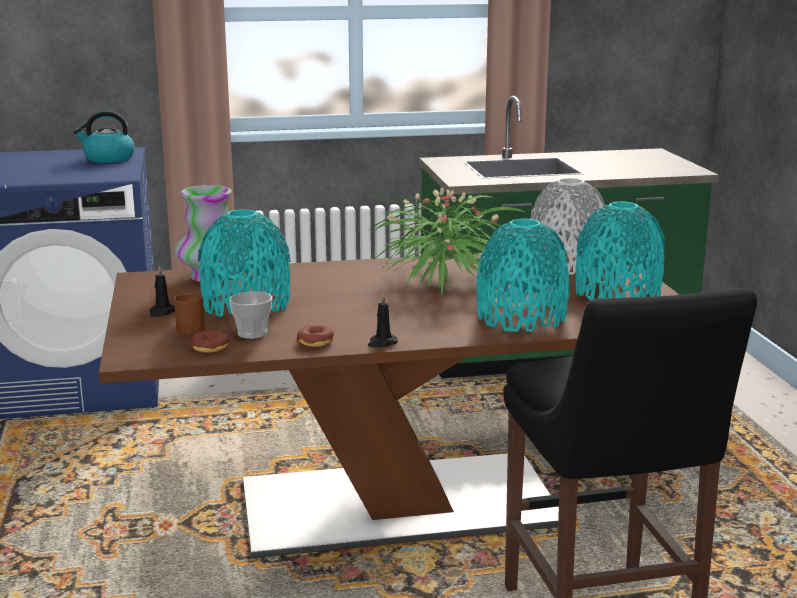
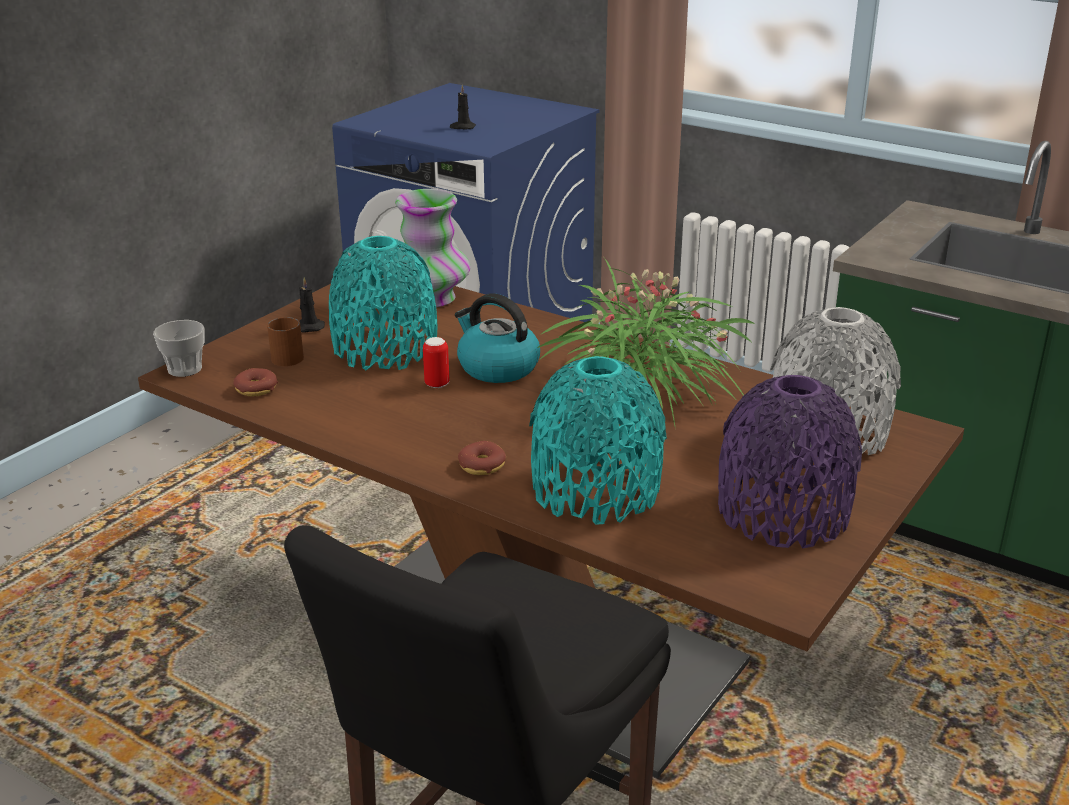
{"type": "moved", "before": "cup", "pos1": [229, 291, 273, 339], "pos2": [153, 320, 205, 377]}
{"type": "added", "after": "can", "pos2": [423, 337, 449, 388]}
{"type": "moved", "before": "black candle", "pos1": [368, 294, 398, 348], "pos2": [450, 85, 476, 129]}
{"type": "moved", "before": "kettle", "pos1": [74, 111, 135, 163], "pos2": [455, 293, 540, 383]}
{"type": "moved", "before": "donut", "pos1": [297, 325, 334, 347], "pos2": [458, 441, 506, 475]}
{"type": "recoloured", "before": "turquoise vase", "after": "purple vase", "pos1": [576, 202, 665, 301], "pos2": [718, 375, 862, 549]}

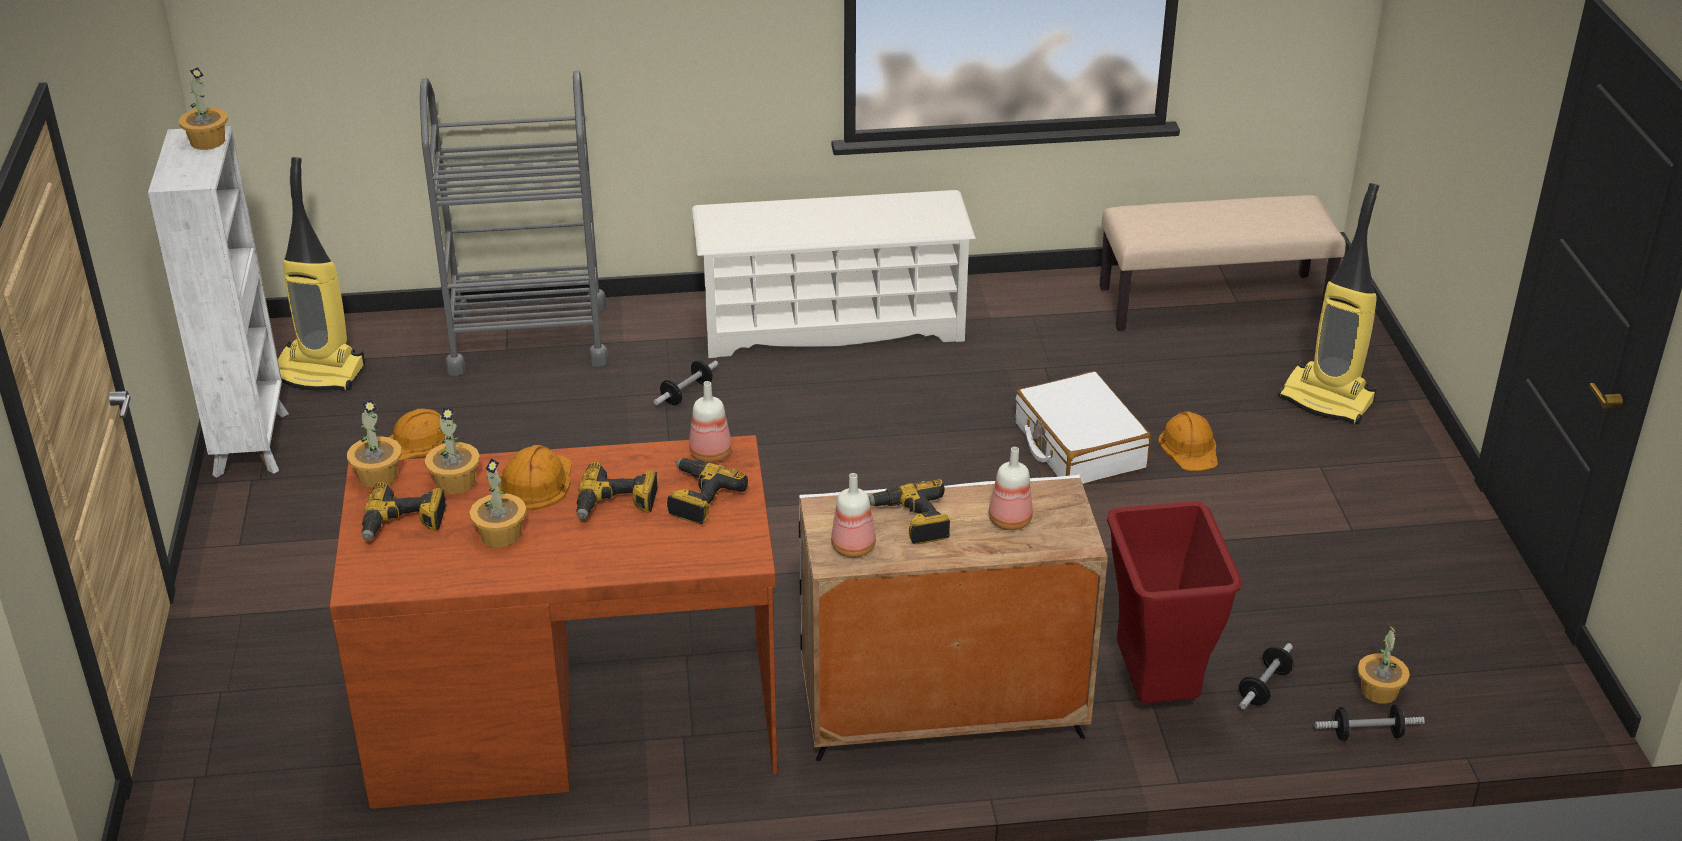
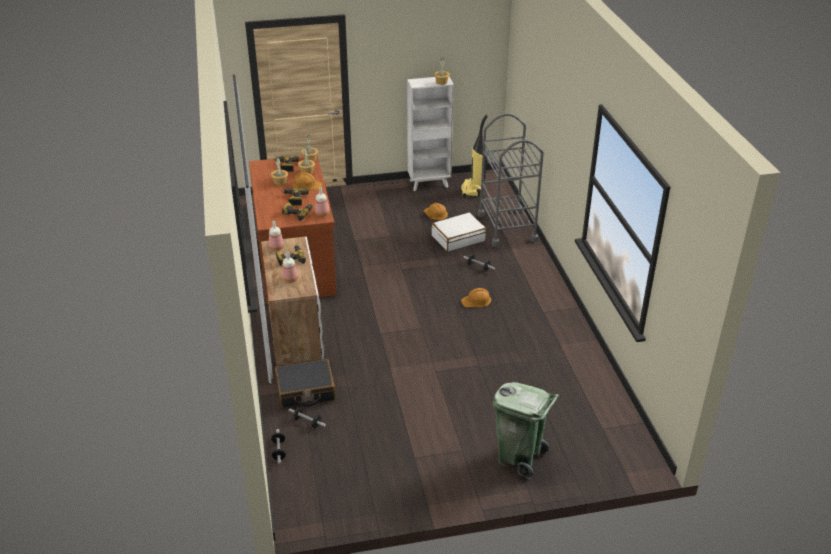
{"type": "replaced", "before": "red trash can", "after": "black suitcase", "pos1": [1107, 501, 1242, 703], "pos2": [275, 359, 336, 408]}
{"type": "moved", "before": "white suitcase", "pos1": [1015, 371, 1151, 485], "pos2": [432, 212, 486, 252]}
{"type": "moved", "before": "orange hard hat", "pos1": [1158, 411, 1218, 471], "pos2": [461, 288, 491, 308]}
{"type": "replaced", "before": "vacuum cleaner", "after": "green trash can", "pos1": [1278, 183, 1379, 424], "pos2": [493, 382, 559, 479]}
{"type": "removed", "before": "white shoe rack", "pos1": [692, 190, 976, 358]}
{"type": "removed", "before": "beige bench", "pos1": [1100, 195, 1346, 331]}
{"type": "removed", "before": "potted plant", "pos1": [1357, 624, 1410, 704]}

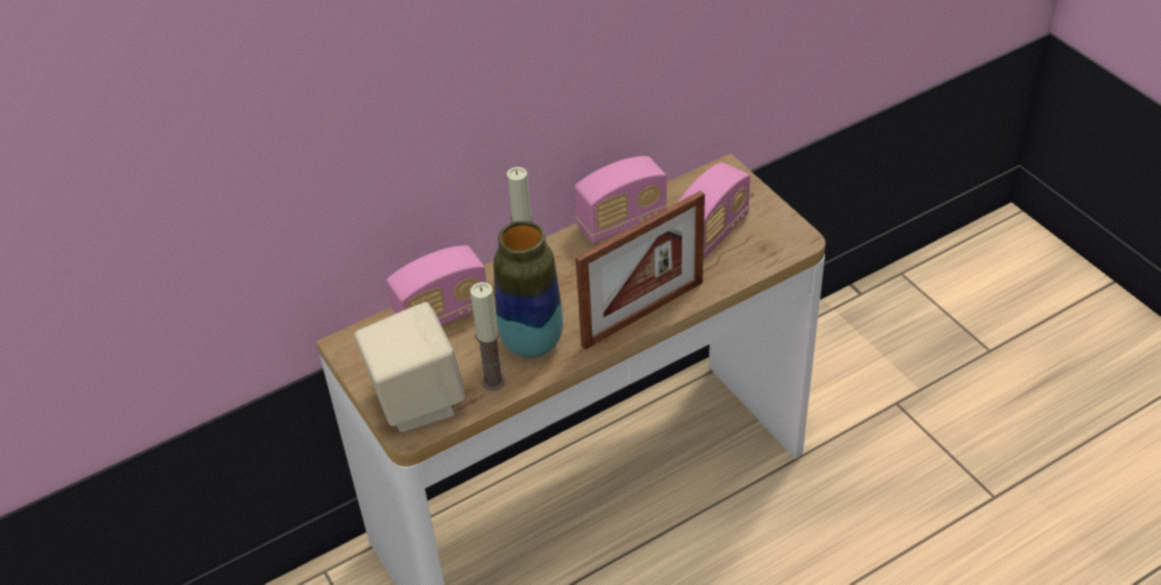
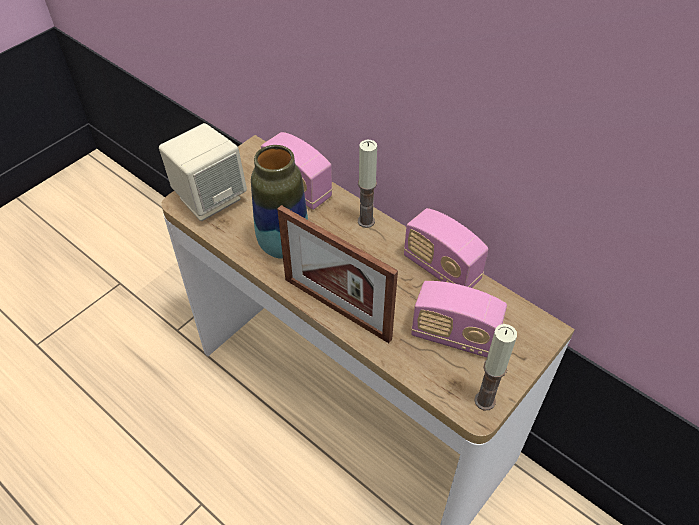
{"type": "moved", "before": "candle", "pos1": [470, 282, 505, 390], "pos2": [474, 324, 517, 410]}

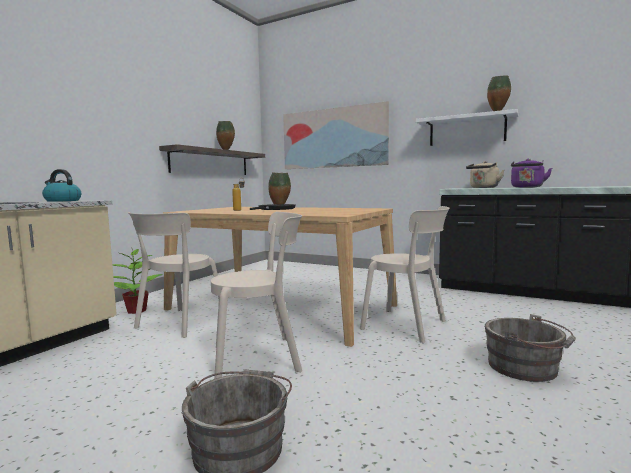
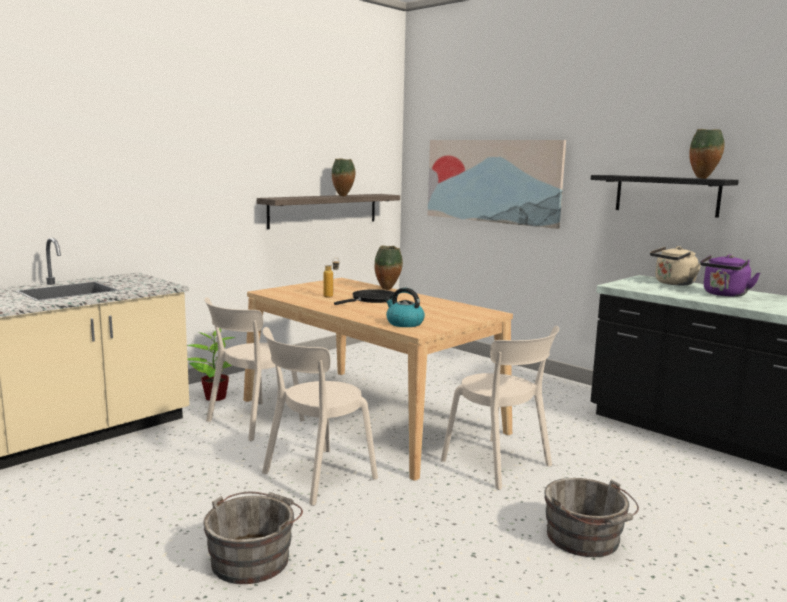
{"type": "turned", "before": "beige chair", "pos1": [211, 212, 302, 379], "pos2": [262, 327, 378, 506], "turn": 135}
{"type": "moved", "before": "kettle", "pos1": [42, 169, 81, 202], "pos2": [385, 288, 425, 327]}
{"type": "recoloured", "before": "white shelf", "after": "black shelf", "pos1": [416, 109, 518, 146], "pos2": [591, 175, 739, 218]}

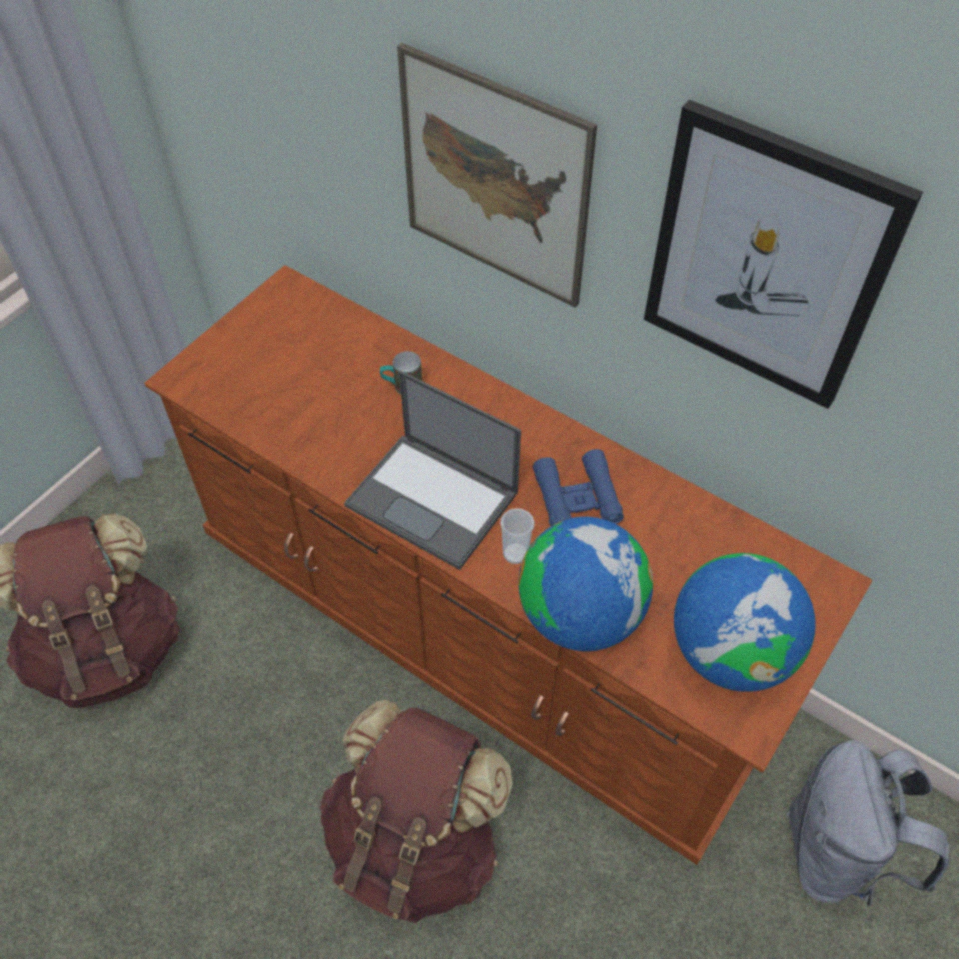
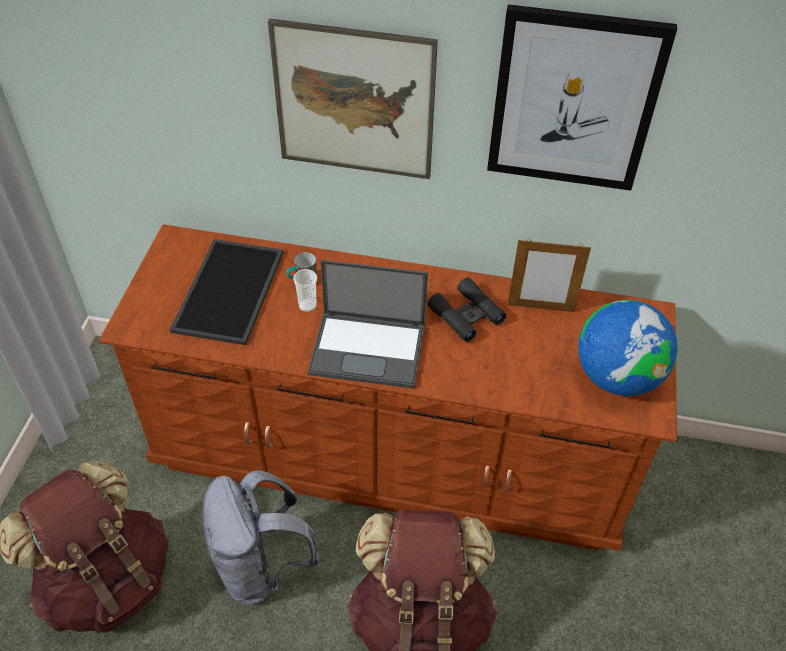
{"type": "added", "after": "tray", "pos2": [170, 239, 284, 345]}
{"type": "moved", "before": "grey backpack", "pos1": [786, 740, 949, 906], "pos2": [201, 470, 320, 605]}
{"type": "moved", "before": "cup", "pos1": [500, 508, 535, 564], "pos2": [293, 269, 317, 312]}
{"type": "recoloured", "before": "blue binoculars", "after": "black binoculars", "pos1": [533, 449, 624, 526], "pos2": [427, 278, 506, 342]}
{"type": "added", "after": "picture frame", "pos2": [508, 238, 591, 312]}
{"type": "removed", "before": "globe", "pos1": [518, 517, 653, 651]}

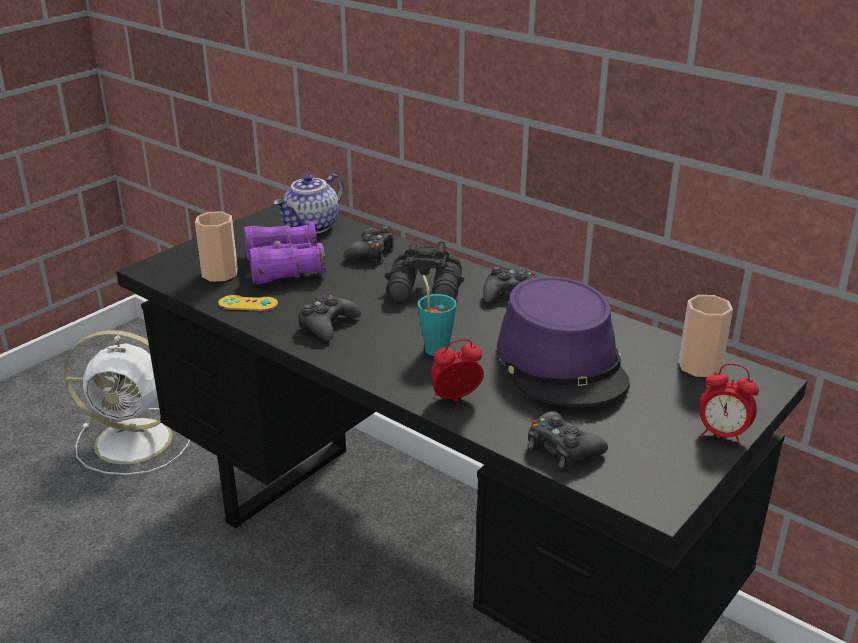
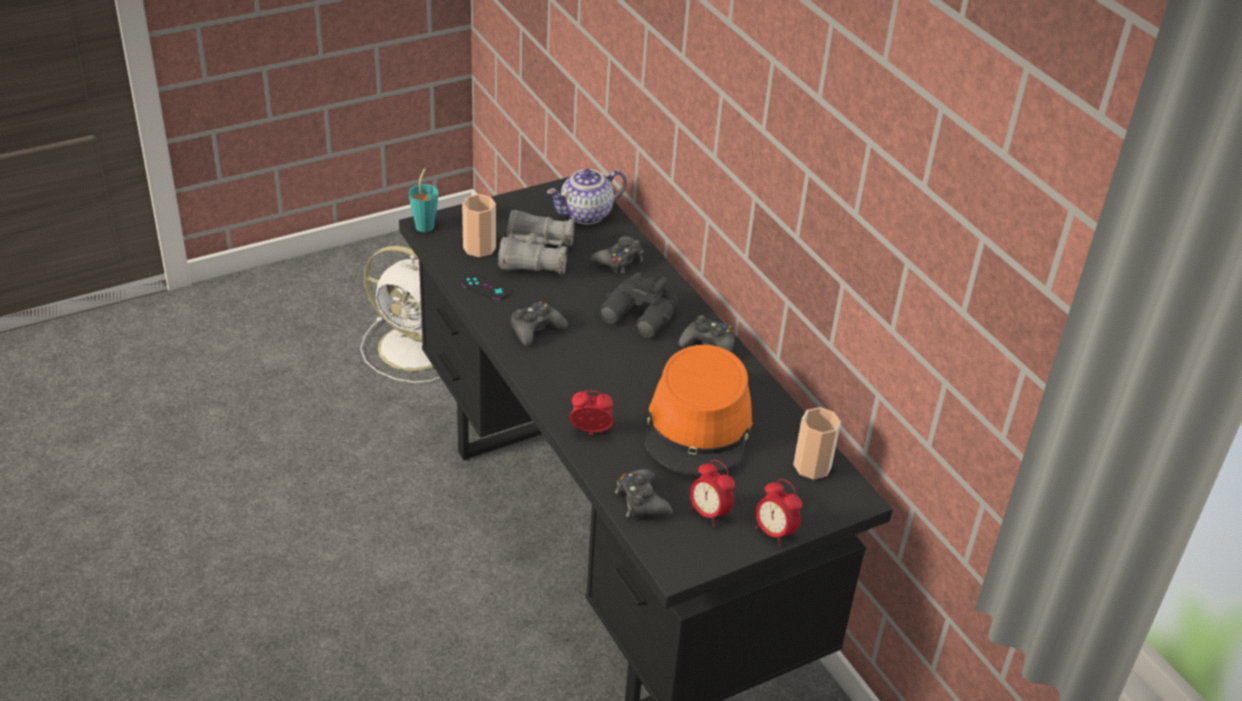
{"type": "moved", "before": "turquoise cup", "pos1": [418, 275, 457, 356], "pos2": [408, 168, 438, 232]}
{"type": "recoloured", "before": "yellow game controller", "after": "black game controller", "pos1": [218, 295, 278, 311], "pos2": [462, 274, 510, 300]}
{"type": "recoloured", "before": "purple binoculars", "after": "grey binoculars", "pos1": [244, 221, 326, 285], "pos2": [498, 210, 575, 275]}
{"type": "recoloured", "before": "purple hat", "after": "orange hat", "pos1": [497, 276, 630, 407], "pos2": [645, 345, 752, 476]}
{"type": "added", "after": "alarm clock", "pos2": [690, 460, 735, 527]}

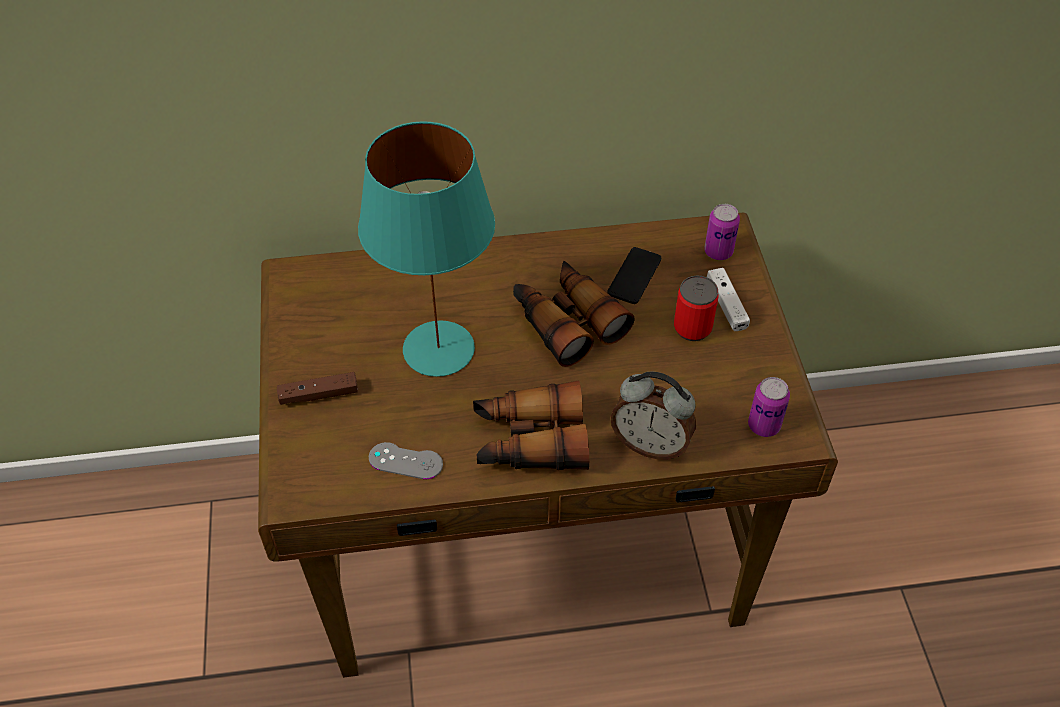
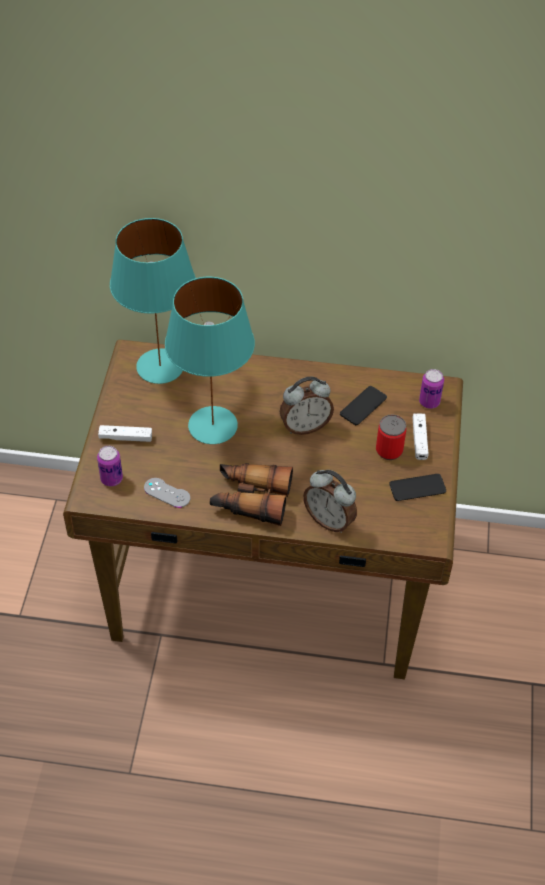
{"type": "moved", "before": "can", "pos1": [748, 377, 790, 437], "pos2": [97, 446, 123, 486]}
{"type": "recoloured", "before": "brown game controller", "after": "white game controller", "pos1": [277, 372, 358, 405], "pos2": [98, 425, 152, 442]}
{"type": "added", "after": "turquoise table lamp", "pos2": [110, 218, 196, 384]}
{"type": "replaced", "before": "binoculars", "after": "alarm clock", "pos1": [513, 261, 635, 367], "pos2": [280, 377, 334, 435]}
{"type": "added", "after": "phone", "pos2": [389, 474, 446, 501]}

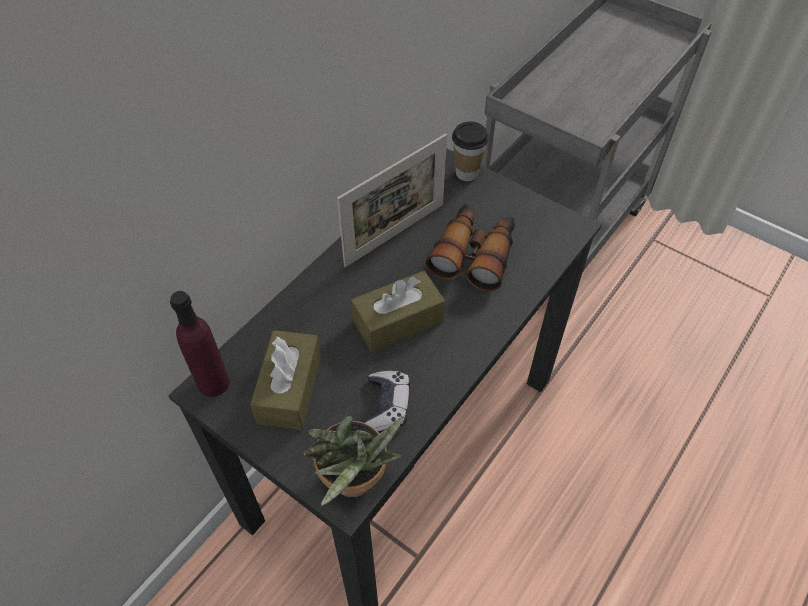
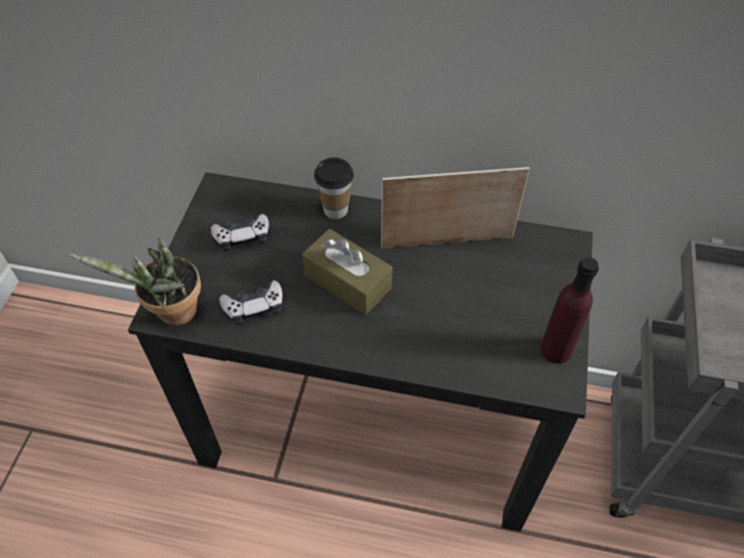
{"type": "replaced", "before": "brown tissue box", "after": "game controller", "pos1": [250, 330, 321, 430], "pos2": [211, 214, 269, 252]}
{"type": "moved", "before": "cup", "pos1": [452, 121, 489, 181], "pos2": [314, 157, 354, 219]}
{"type": "turned", "before": "picture frame", "pos1": [337, 134, 447, 267], "pos2": [381, 167, 530, 248], "turn": 150}
{"type": "moved", "before": "purple bottle", "pos1": [170, 291, 230, 397], "pos2": [540, 257, 599, 364]}
{"type": "removed", "before": "binoculars", "pos1": [426, 204, 515, 291]}

